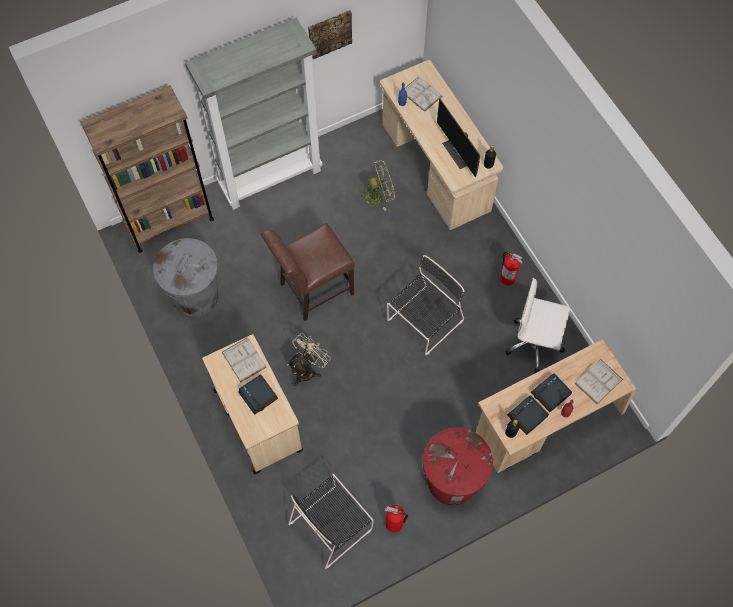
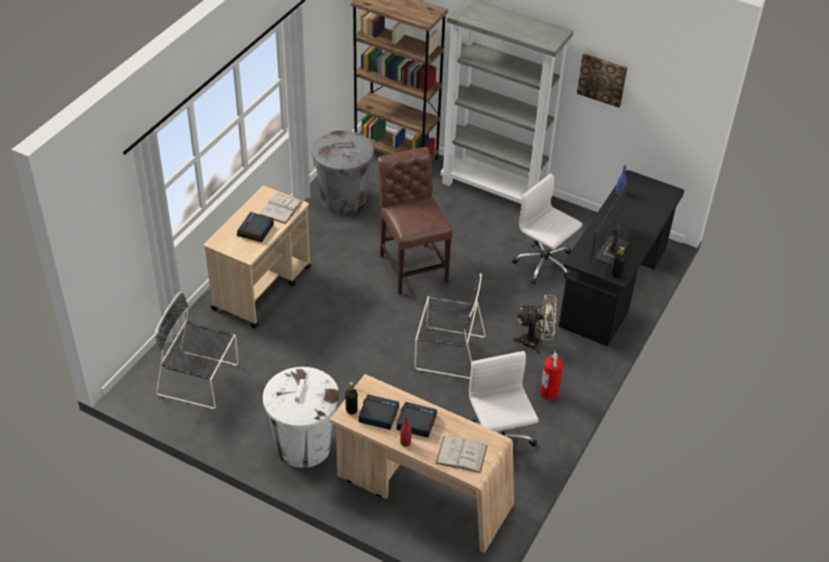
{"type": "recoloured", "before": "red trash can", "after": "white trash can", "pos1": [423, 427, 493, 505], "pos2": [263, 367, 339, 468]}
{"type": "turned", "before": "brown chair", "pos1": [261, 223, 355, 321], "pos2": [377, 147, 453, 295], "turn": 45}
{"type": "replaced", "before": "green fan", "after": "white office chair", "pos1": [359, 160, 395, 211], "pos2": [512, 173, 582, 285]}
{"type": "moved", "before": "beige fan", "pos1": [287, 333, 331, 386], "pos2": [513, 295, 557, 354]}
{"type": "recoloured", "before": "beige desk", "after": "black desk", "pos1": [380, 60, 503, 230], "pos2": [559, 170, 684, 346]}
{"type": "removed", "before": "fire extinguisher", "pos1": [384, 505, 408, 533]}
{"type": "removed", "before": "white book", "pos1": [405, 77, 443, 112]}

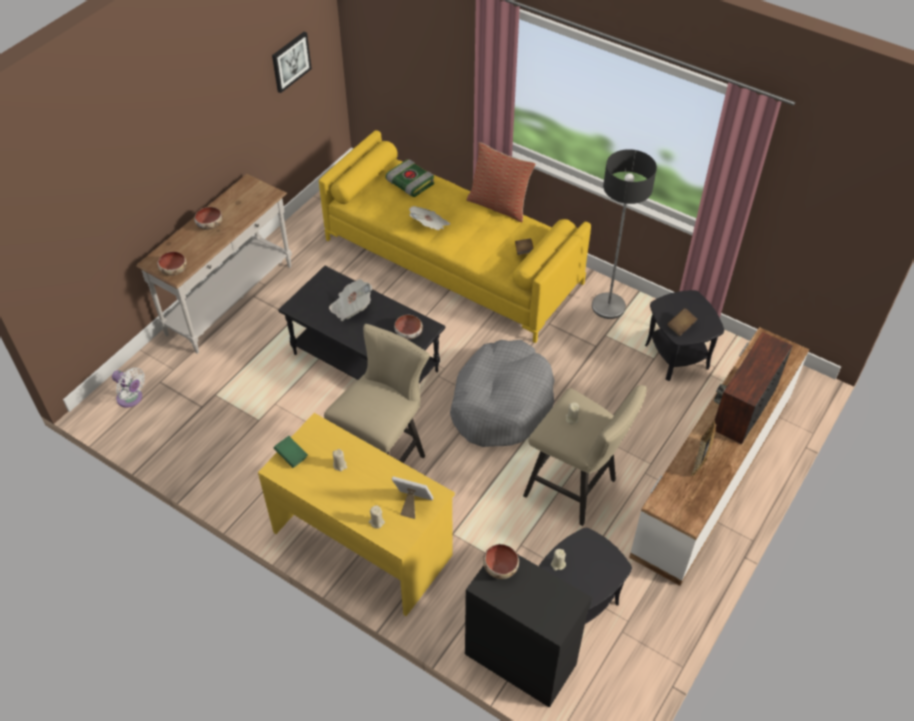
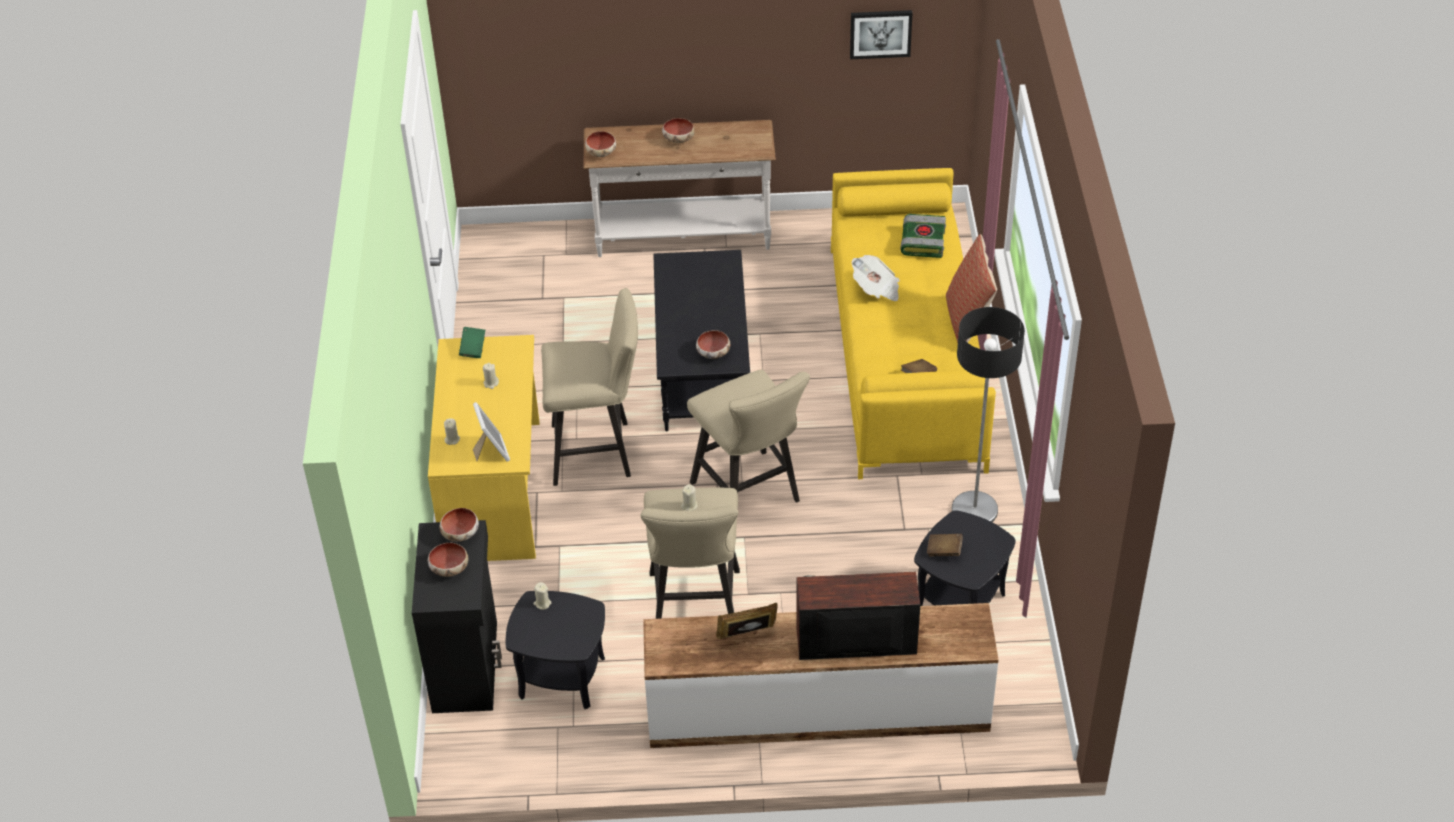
{"type": "added", "after": "bowl", "pos2": [428, 543, 468, 577]}
{"type": "replaced", "before": "grey dog bed", "after": "beige stool", "pos1": [450, 340, 555, 447], "pos2": [687, 370, 810, 503]}
{"type": "removed", "before": "white fan", "pos1": [112, 368, 145, 408]}
{"type": "removed", "before": "newspaper", "pos1": [329, 279, 373, 321]}

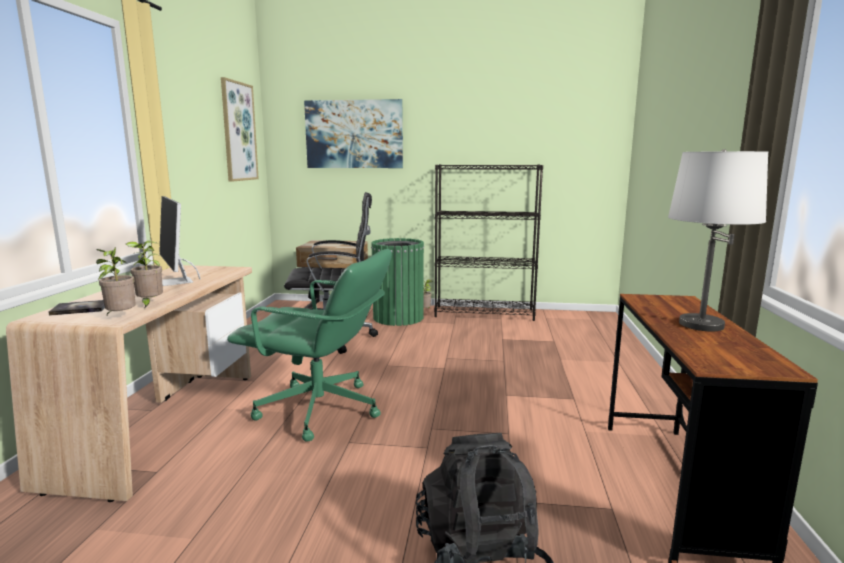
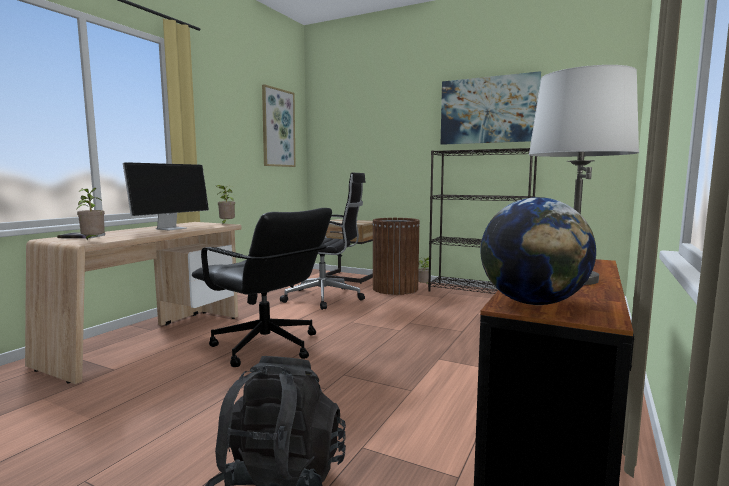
{"type": "turned", "before": "monitor", "pos1": [159, 196, 200, 286], "pos2": [123, 162, 209, 231], "turn": -135}
{"type": "recoloured", "before": "green office chair", "after": "black office chair", "pos1": [227, 249, 392, 442], "pos2": [192, 208, 332, 367]}
{"type": "moved", "before": "potted plant", "pos1": [126, 241, 163, 309], "pos2": [216, 185, 235, 225]}
{"type": "recoloured", "before": "green trash can", "after": "brown trash can", "pos1": [371, 238, 424, 326], "pos2": [372, 218, 420, 295]}
{"type": "moved", "before": "picture", "pos1": [304, 99, 403, 168], "pos2": [441, 71, 541, 145]}
{"type": "added", "after": "globe", "pos2": [481, 197, 596, 305]}

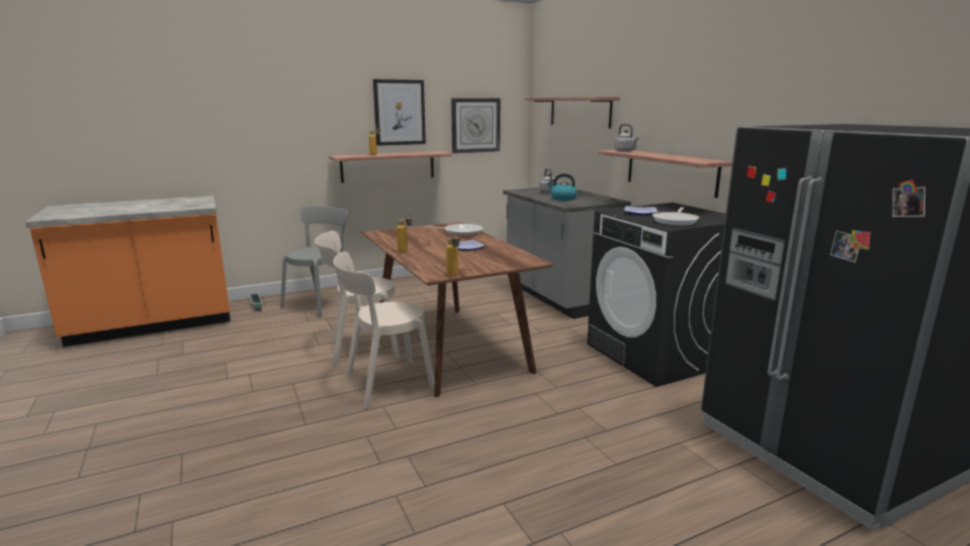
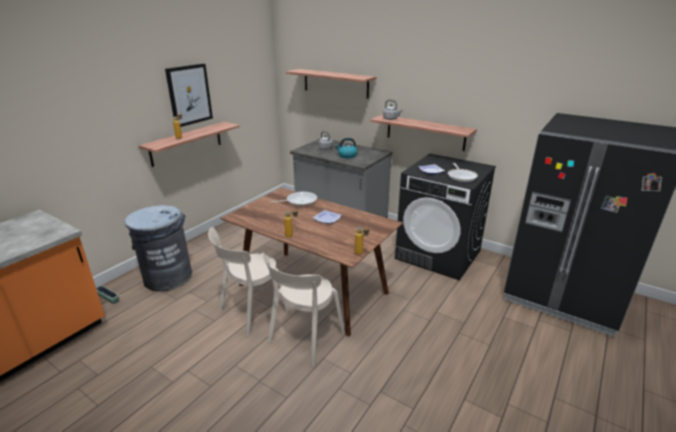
{"type": "replaced", "before": "grey chair", "after": "grey trash can", "pos1": [280, 206, 348, 318], "pos2": [125, 205, 192, 292]}
{"type": "removed", "before": "wall clock", "pos1": [451, 98, 500, 153]}

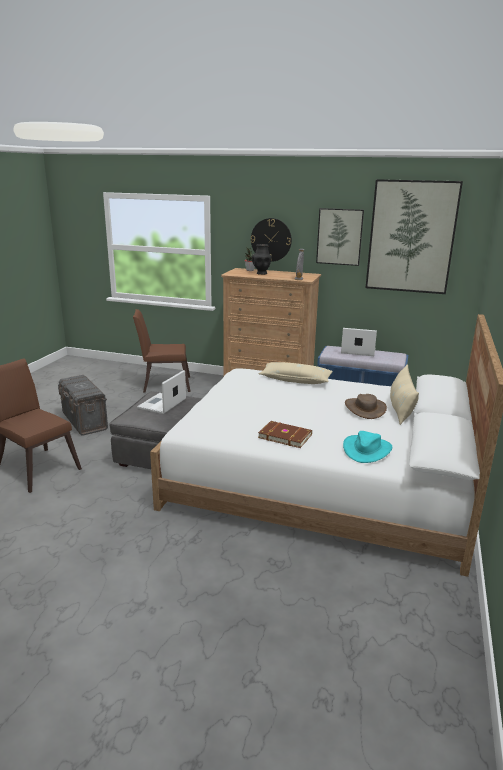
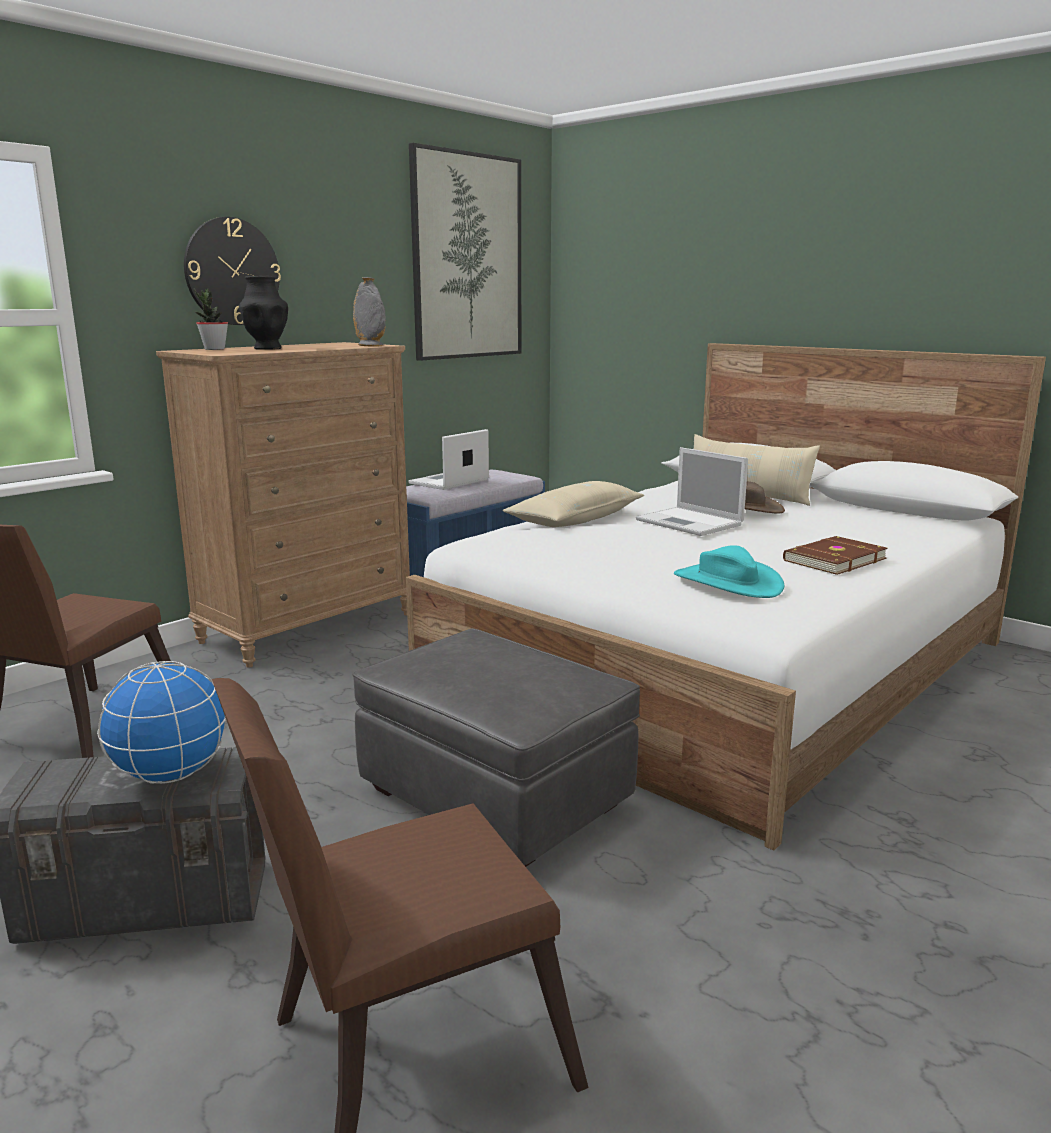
{"type": "added", "after": "globe", "pos2": [97, 661, 226, 784]}
{"type": "moved", "before": "laptop", "pos1": [137, 370, 186, 414], "pos2": [636, 447, 748, 536]}
{"type": "moved", "before": "turquoise hat", "pos1": [343, 431, 392, 463], "pos2": [674, 545, 784, 598]}
{"type": "removed", "before": "picture", "pos1": [316, 208, 364, 266]}

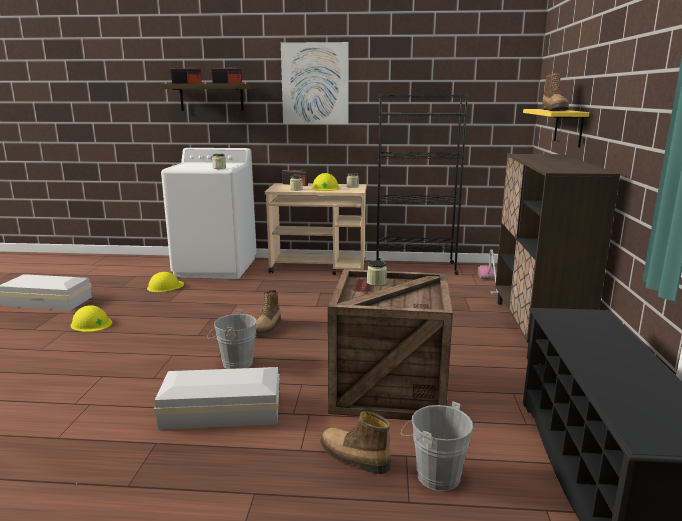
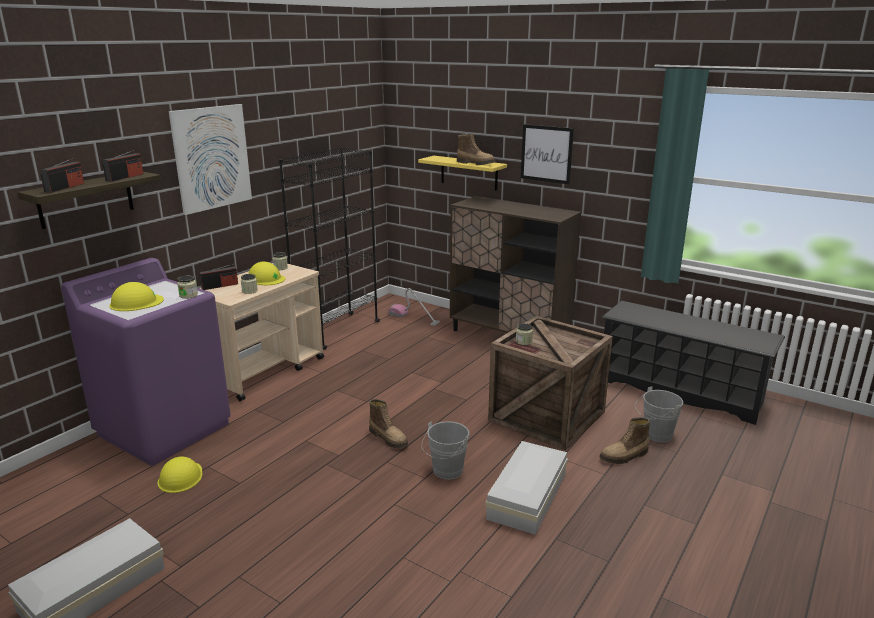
{"type": "recoloured", "before": "white washing machine", "after": "purple washing machine", "pos1": [161, 148, 257, 279], "pos2": [61, 258, 231, 466]}
{"type": "moved", "before": "yellow hard hat", "pos1": [71, 305, 112, 332], "pos2": [109, 282, 164, 311]}
{"type": "added", "after": "picture", "pos2": [521, 124, 574, 184]}

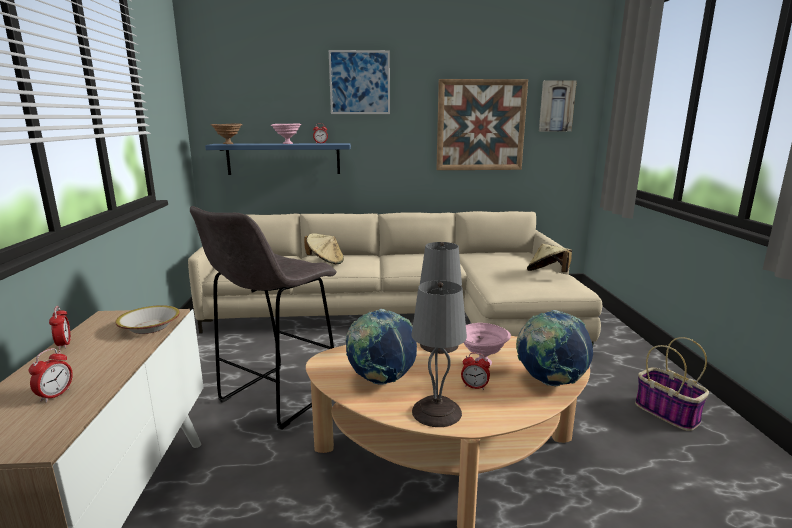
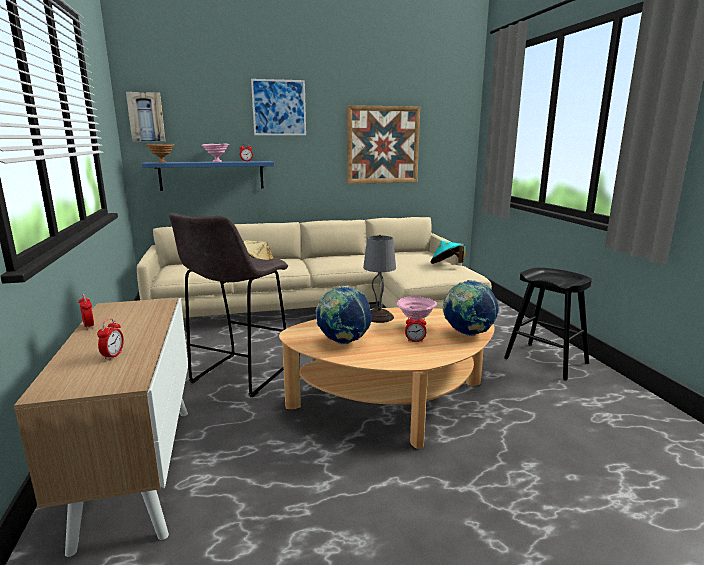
{"type": "moved", "before": "picture", "pos1": [539, 80, 577, 131], "pos2": [126, 92, 165, 141]}
{"type": "recoloured", "before": "beige hat", "after": "turquoise hat", "pos1": [527, 244, 572, 272], "pos2": [430, 241, 466, 264]}
{"type": "replaced", "before": "basket", "after": "black stool", "pos1": [635, 337, 709, 431], "pos2": [504, 268, 592, 381]}
{"type": "removed", "before": "bowl", "pos1": [115, 305, 180, 334]}
{"type": "removed", "before": "grey table lamp", "pos1": [412, 280, 467, 427]}

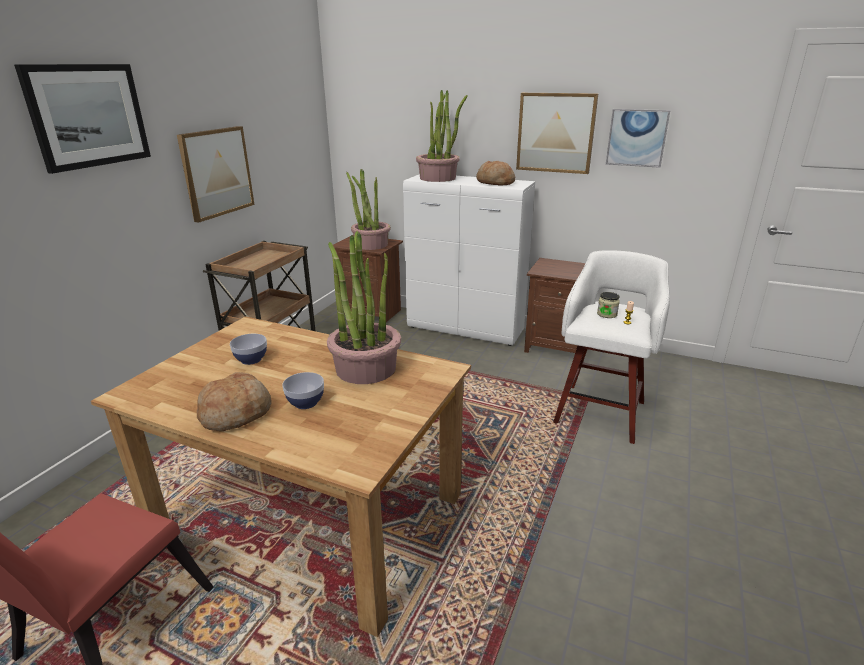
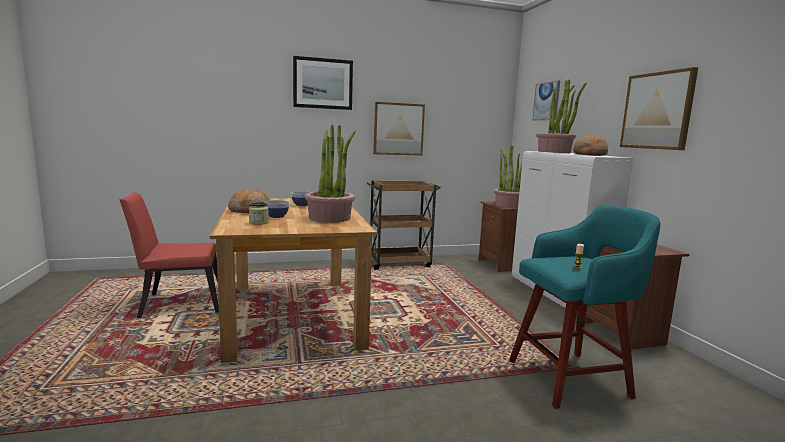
{"type": "moved", "before": "jar", "pos1": [597, 292, 620, 318], "pos2": [249, 202, 269, 225]}
{"type": "recoloured", "before": "white stool", "after": "turquoise stool", "pos1": [553, 250, 670, 444], "pos2": [509, 205, 660, 409]}
{"type": "moved", "before": "picture", "pos1": [606, 109, 670, 168], "pos2": [532, 81, 560, 120]}

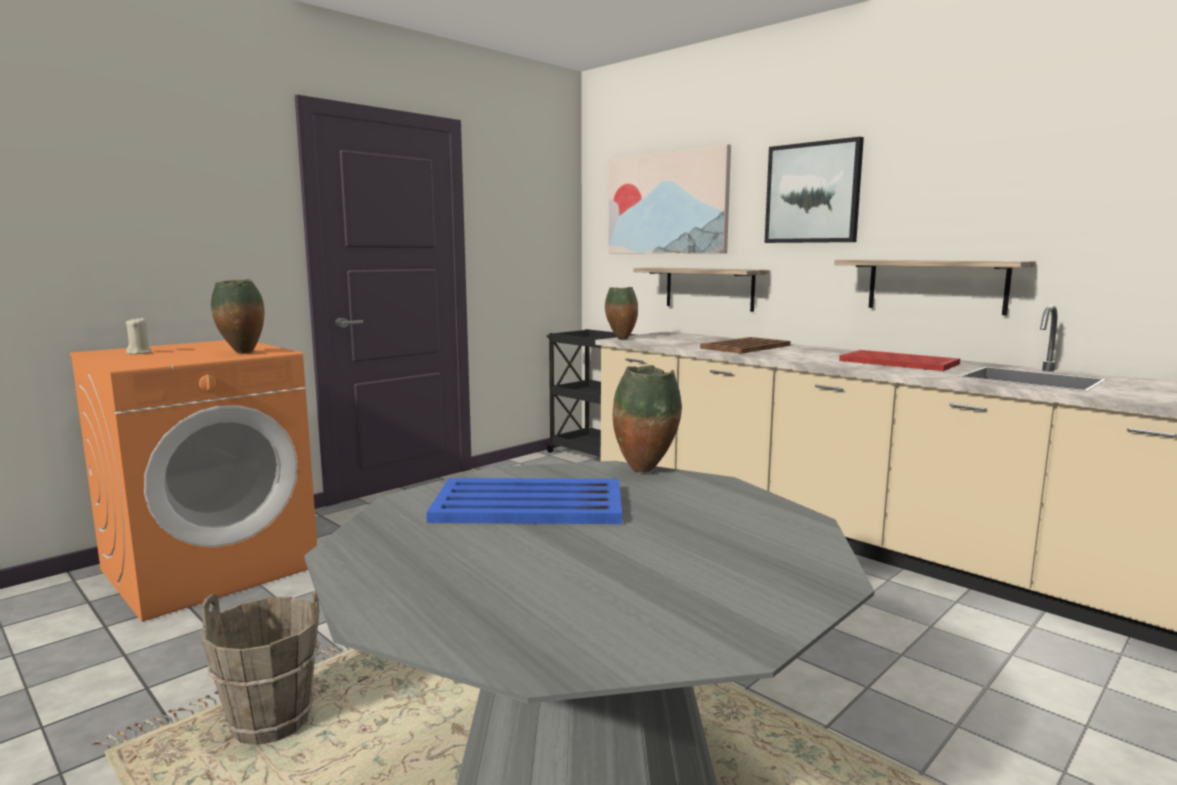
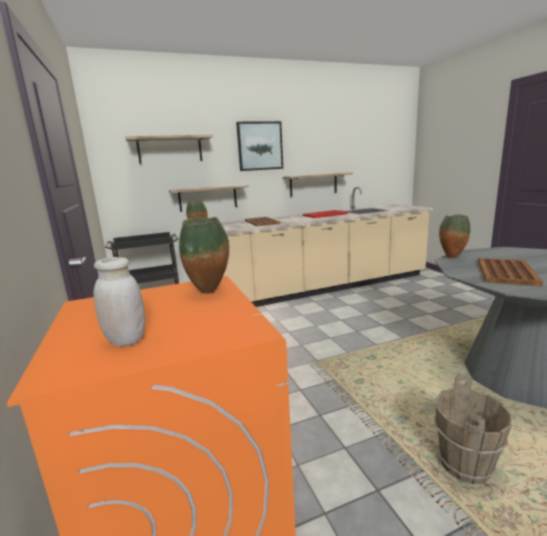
{"type": "replaced", "before": "beige candle", "after": "white jar", "pos1": [126, 317, 152, 354], "pos2": [94, 257, 145, 346]}
{"type": "replaced", "before": "picture", "after": "shelf", "pos1": [608, 144, 731, 253], "pos2": [125, 135, 213, 164]}
{"type": "recoloured", "before": "blue tray", "after": "brown tray", "pos1": [426, 478, 622, 524], "pos2": [478, 258, 543, 287]}

